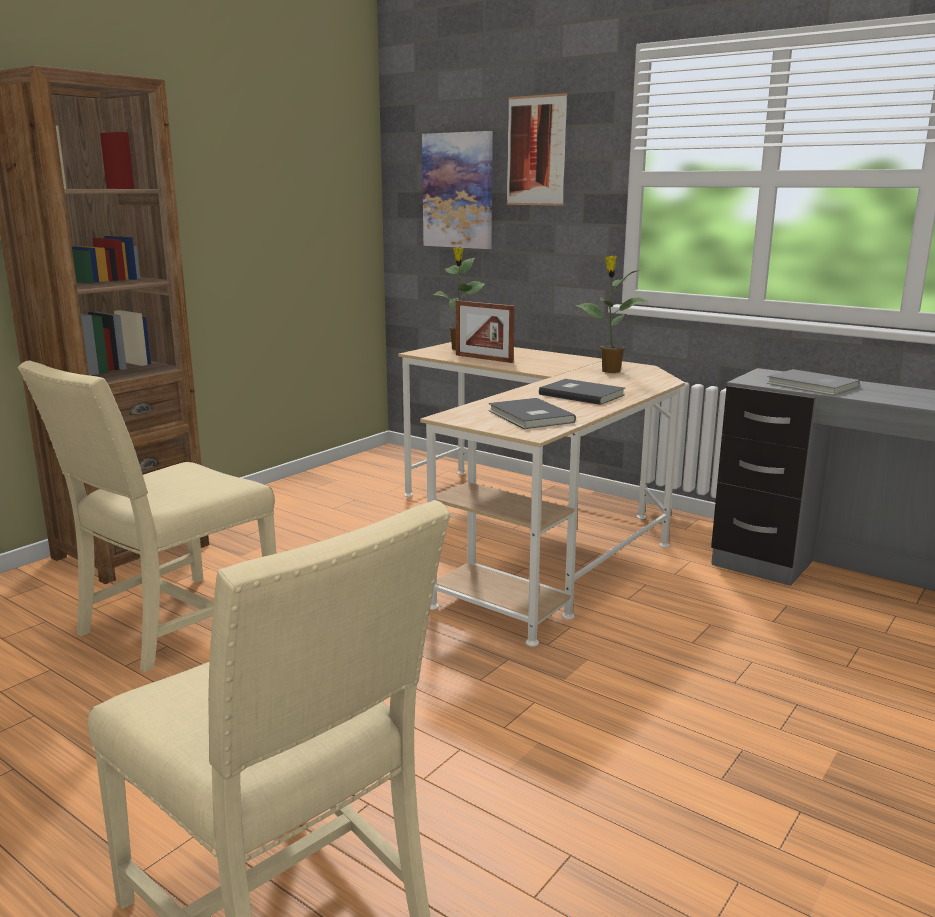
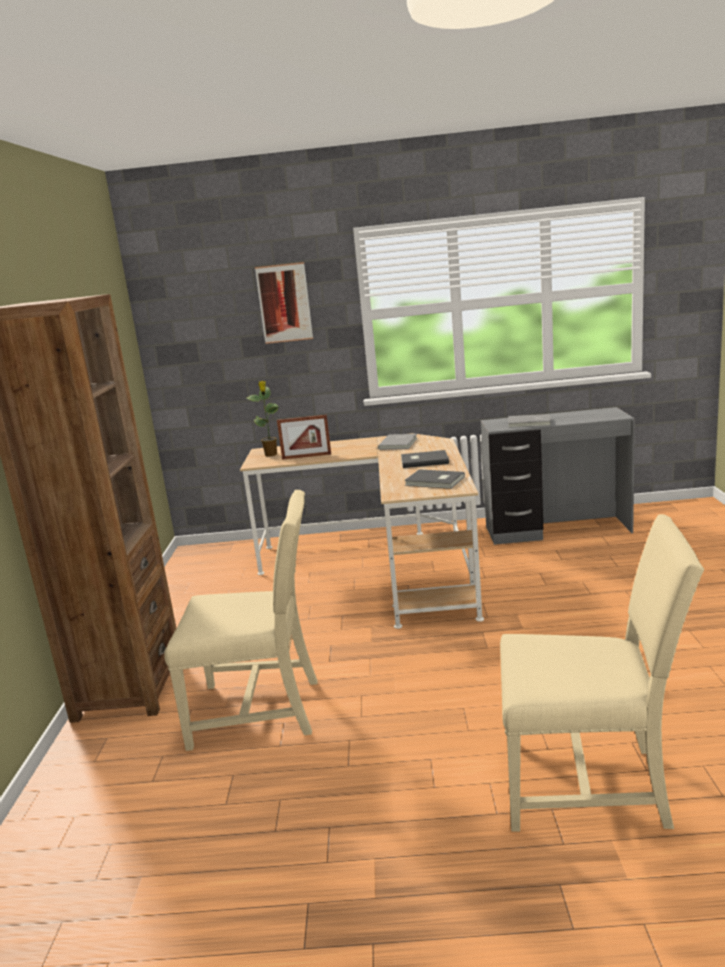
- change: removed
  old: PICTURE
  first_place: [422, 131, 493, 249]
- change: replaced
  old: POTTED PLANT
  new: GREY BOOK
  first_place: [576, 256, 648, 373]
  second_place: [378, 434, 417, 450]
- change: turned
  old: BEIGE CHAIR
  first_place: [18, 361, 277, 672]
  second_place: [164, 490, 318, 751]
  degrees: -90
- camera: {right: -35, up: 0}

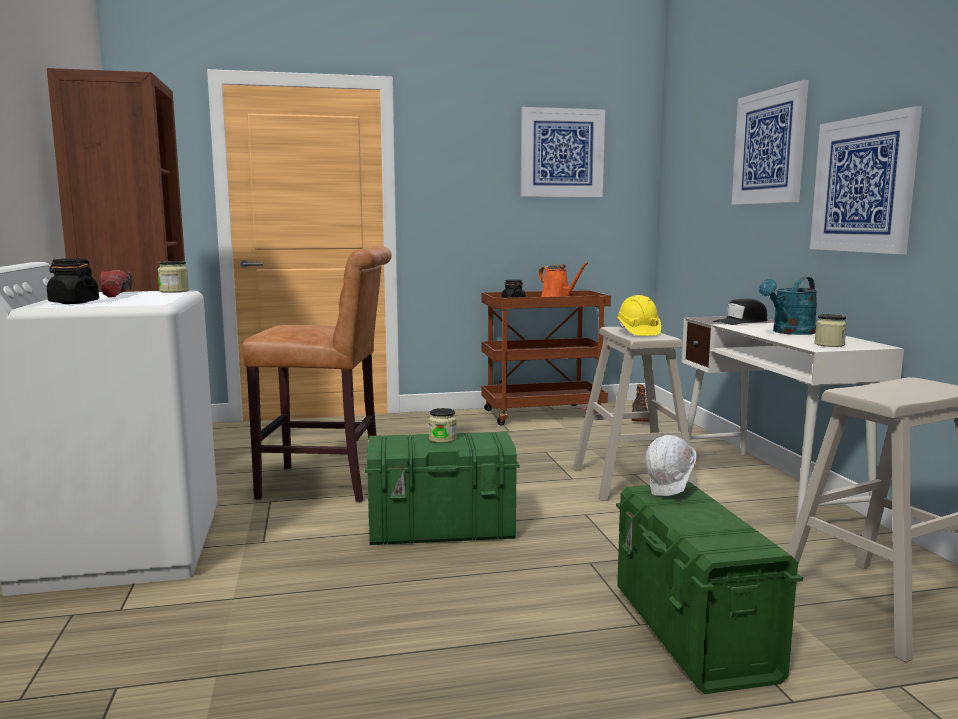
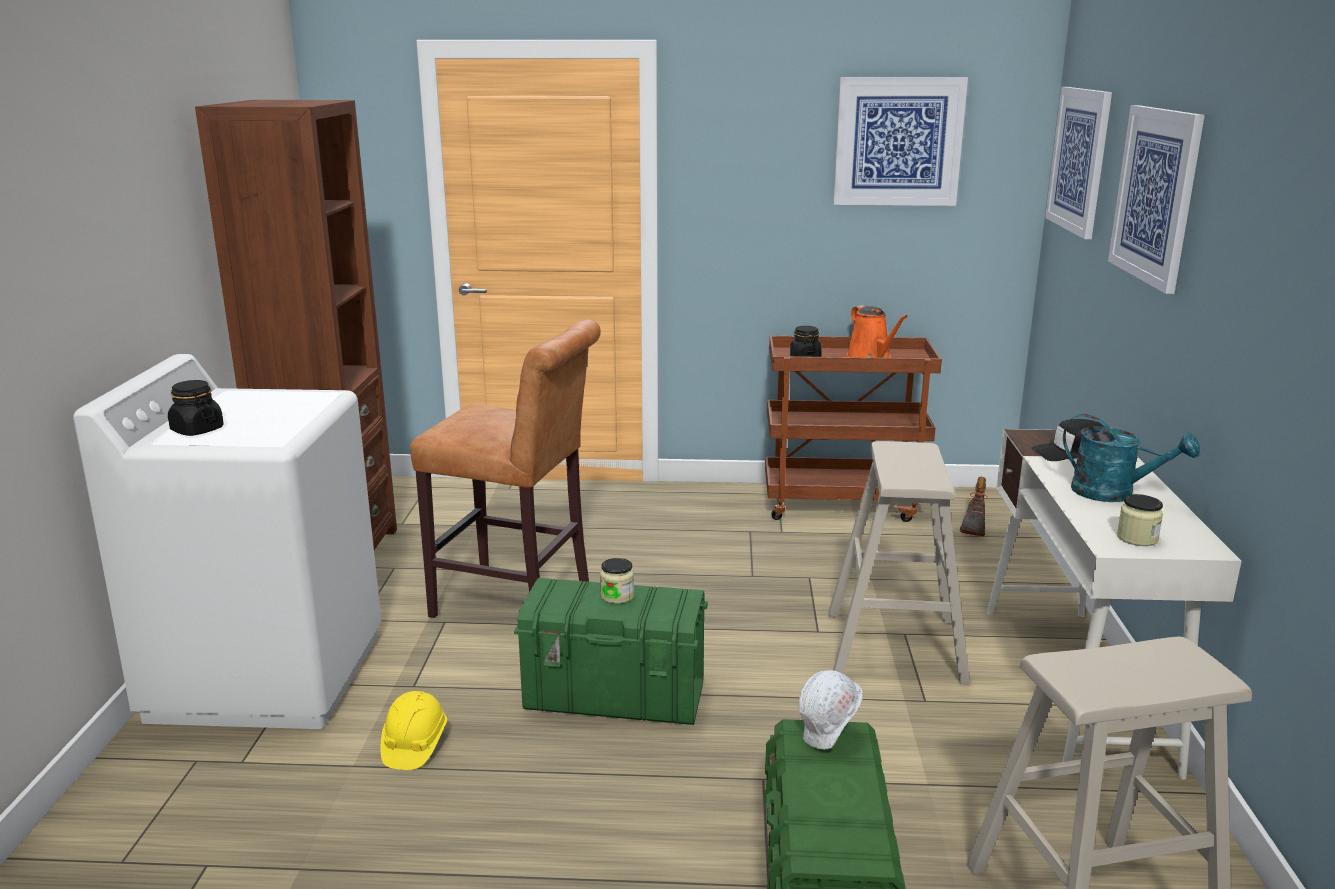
- change: removed
  old: FLASHLIGHT
  first_place: [101, 270, 132, 297]
- change: removed
  old: JAR
  first_place: [158, 261, 189, 293]
- change: moved
  old: YELLOW HARD HAT
  first_place: [616, 295, 661, 336]
  second_place: [380, 691, 447, 770]
- change: moved
  old: PICTURE
  first_place: [810, 106, 922, 254]
  second_place: [1045, 87, 1112, 239]
- change: turned
  old: TURQUOISE WATERING CAN
  first_place: [759, 277, 818, 335]
  second_place: [1063, 414, 1200, 502]
  degrees: -120
- camera: {right: 15, up: 10}

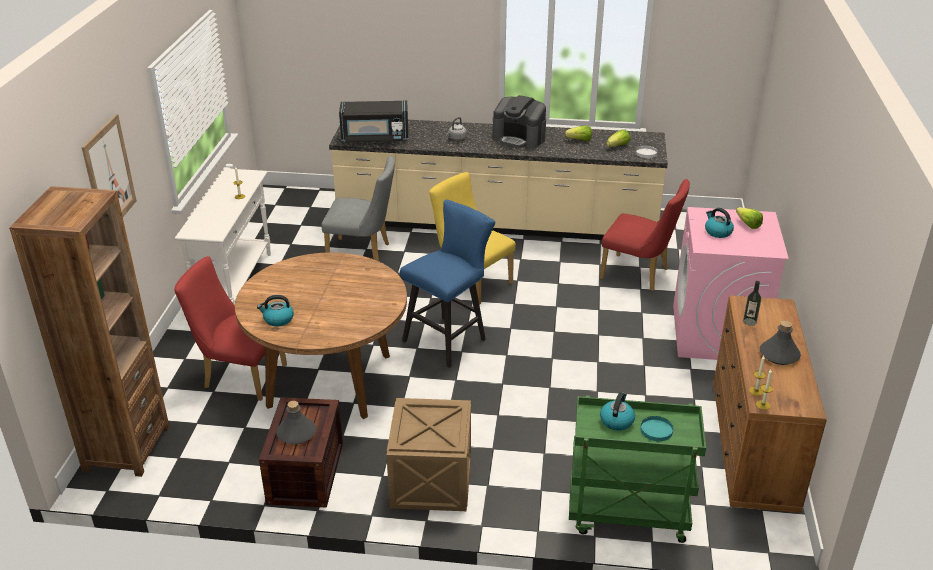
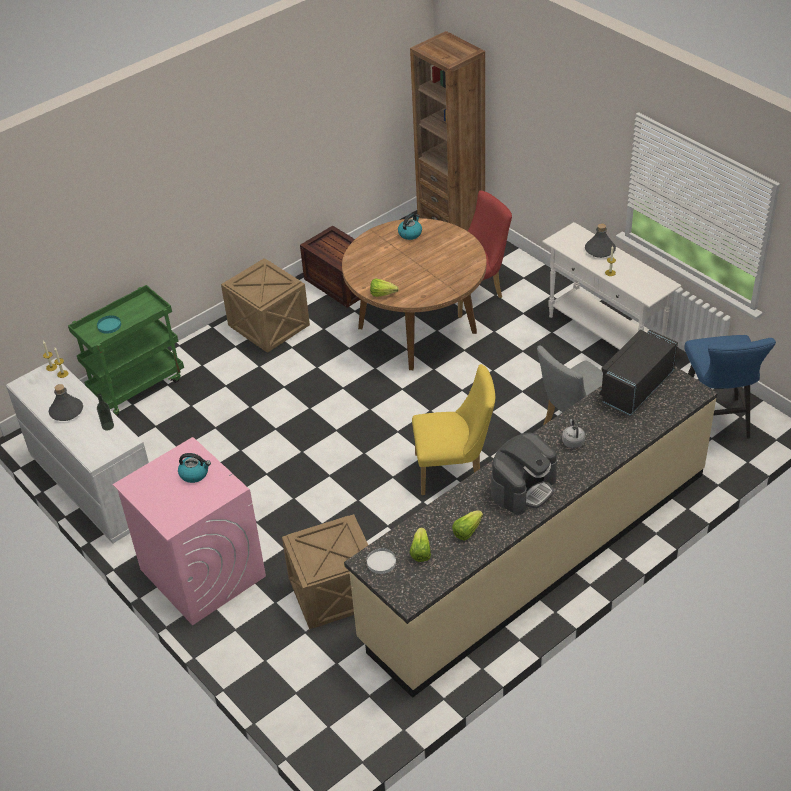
- change: removed
  old: PICTURE
  first_place: [82, 114, 137, 217]
- change: removed
  old: KETTLE
  first_place: [600, 392, 635, 430]
- change: moved
  old: GREY BOTTLE
  first_place: [276, 401, 316, 444]
  second_place: [585, 223, 616, 258]
- change: moved
  old: BLUE STOOL
  first_place: [400, 199, 495, 368]
  second_place: [684, 335, 776, 438]
- change: moved
  old: LETTUCE
  first_place: [736, 207, 763, 229]
  second_place: [370, 278, 399, 297]
- change: replaced
  old: RED CHAIR
  new: CRATE
  first_place: [600, 179, 690, 291]
  second_place: [282, 514, 368, 629]
- change: recoloured
  old: BROWN DRESSER
  new: WHITE DRESSER
  first_place: [713, 295, 827, 513]
  second_place: [6, 358, 149, 544]
- change: turned
  old: COFFEE MACHINE
  first_place: [492, 95, 546, 149]
  second_place: [491, 433, 557, 515]
  degrees: 150
- camera: {right: 135, up: 10}

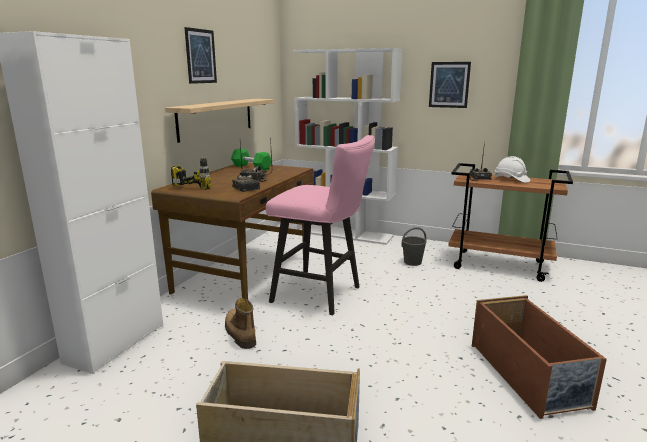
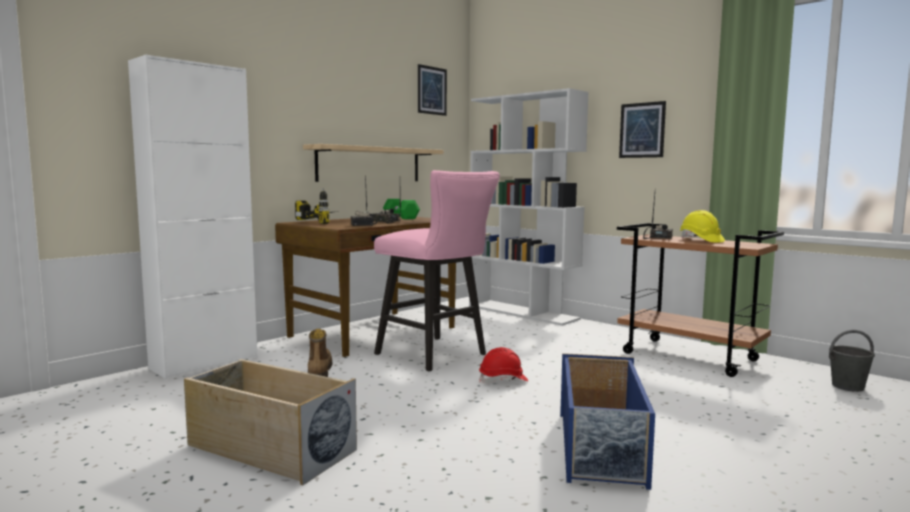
- change: added
  new: RED HARD HAT
  second_place: [479, 347, 528, 383]
- change: moved
  old: PICTURE
  first_place: [184, 27, 217, 84]
  second_place: [418, 64, 447, 116]
- change: moved
  old: GREY BUCKET
  first_place: [401, 227, 427, 266]
  second_place: [829, 330, 875, 392]
- change: recoloured
  old: BROWN STORAGE BOX
  new: BLUE STORAGE BOX
  first_place: [472, 295, 607, 419]
  second_place: [560, 353, 655, 490]
- change: recoloured
  old: WHITE HARD HAT
  new: YELLOW HARD HAT
  first_place: [495, 156, 530, 183]
  second_place: [680, 210, 725, 243]
- camera: {right: 20, up: -10}

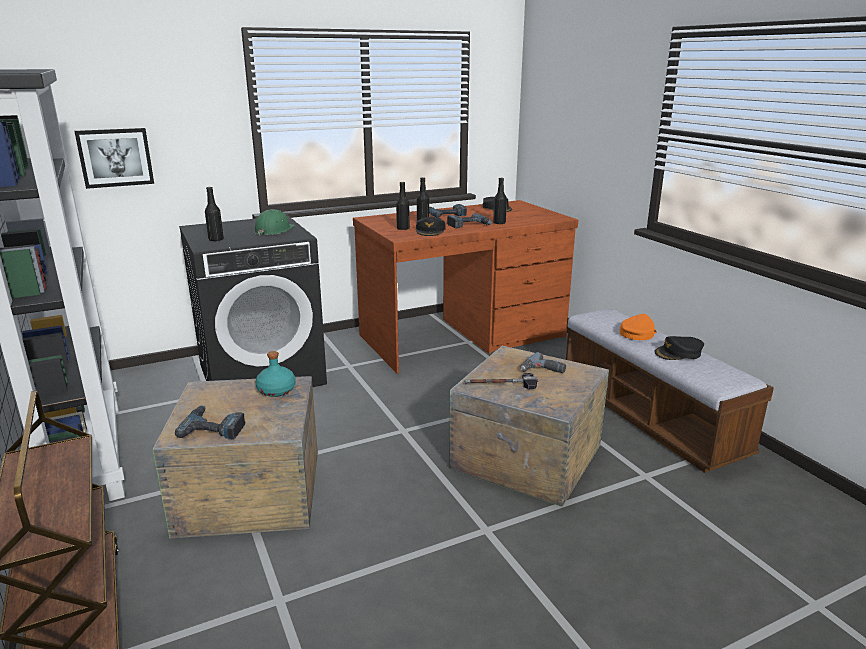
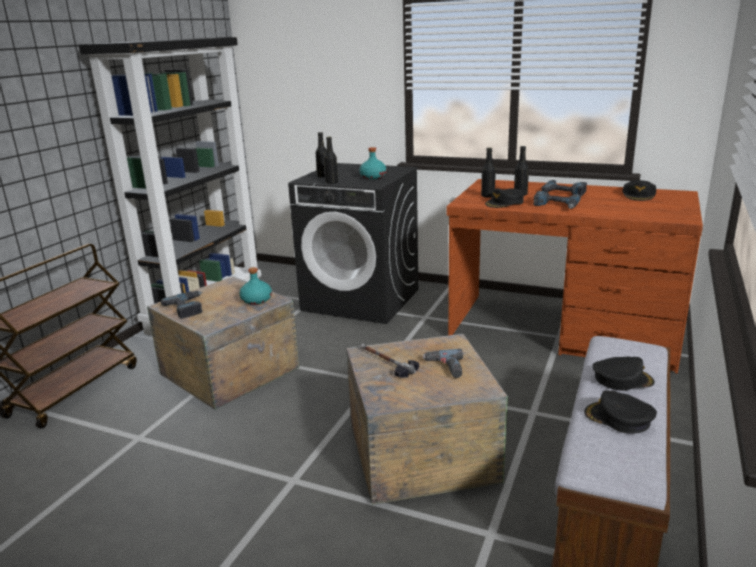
- change: removed
  old: PICTURE
  first_place: [74, 128, 154, 189]
- change: moved
  old: BLACK BOTTLE
  first_place: [493, 178, 507, 225]
  second_place: [324, 136, 338, 184]
- change: replaced
  old: GREEN HARD HAT
  new: TURQUOISE BOTTLE
  first_place: [254, 209, 295, 236]
  second_place: [359, 147, 387, 179]
- change: recoloured
  old: ORANGE CAP
  new: BLACK CAP
  first_place: [619, 314, 657, 340]
  second_place: [592, 357, 655, 391]
- camera: {right: 50, up: 0}

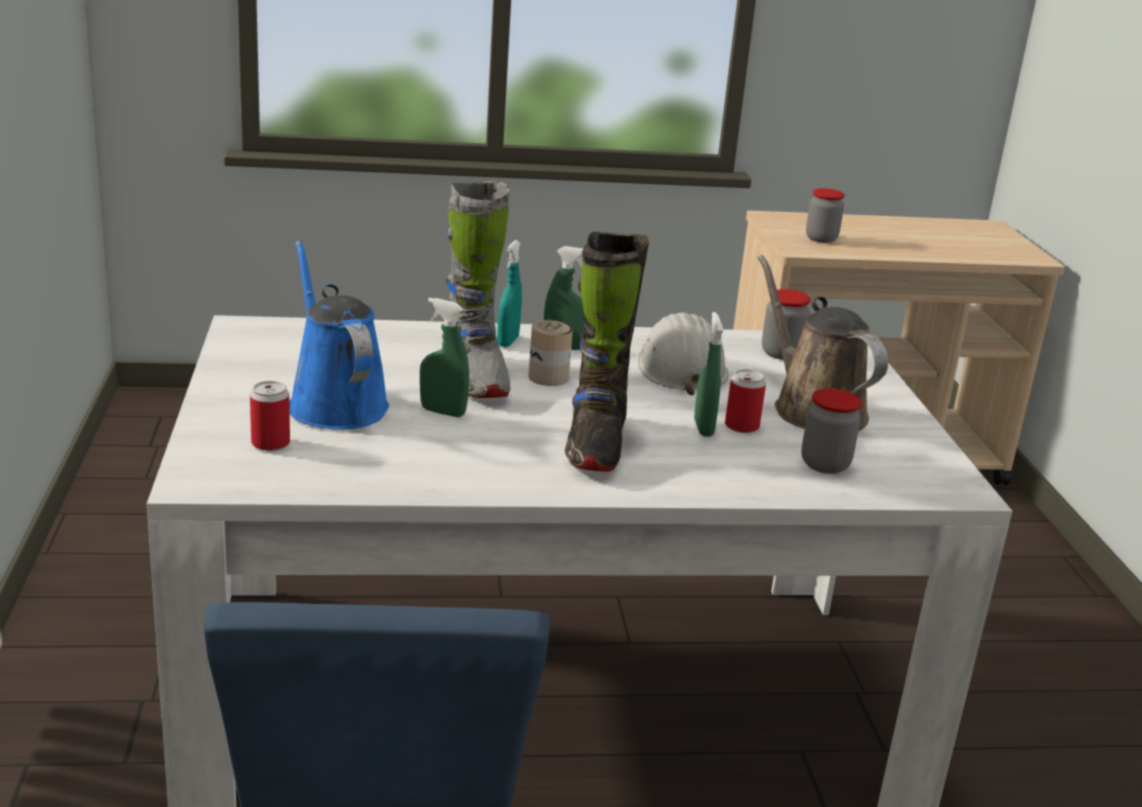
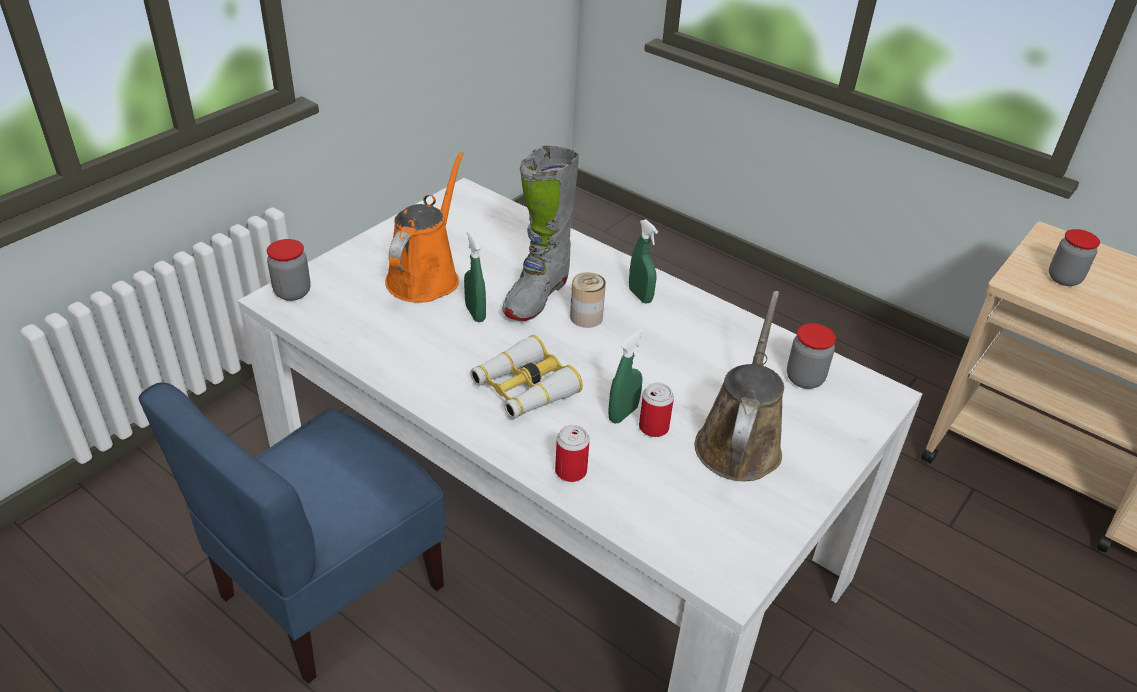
- change: removed
  old: TURQUOISE SPRAY BOTTLE
  first_place: [497, 240, 522, 347]
- change: removed
  old: WHITE HARD HAT
  first_place: [638, 312, 729, 395]
- change: moved
  old: CAN
  first_place: [250, 381, 290, 451]
  second_place: [555, 425, 590, 482]
- change: moved
  old: JAR
  first_place: [801, 388, 862, 474]
  second_place: [267, 239, 311, 301]
- change: replaced
  old: BLACK BOOT
  new: BINOCULARS
  first_place: [565, 232, 649, 472]
  second_place: [470, 335, 583, 419]
- change: recoloured
  old: BLUE WATERING CAN
  new: ORANGE WATERING CAN
  first_place: [289, 241, 389, 430]
  second_place: [385, 152, 464, 303]
- camera: {right: 45, up: 15}

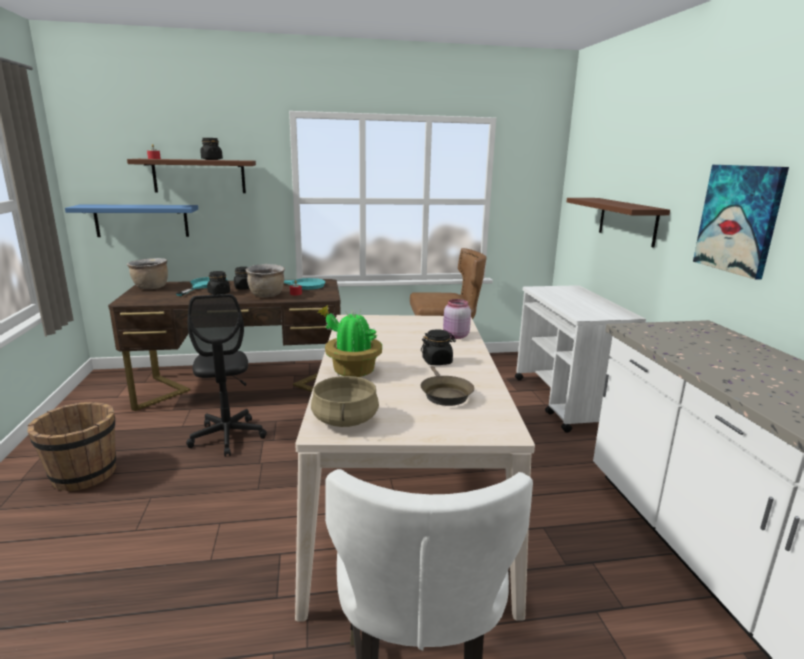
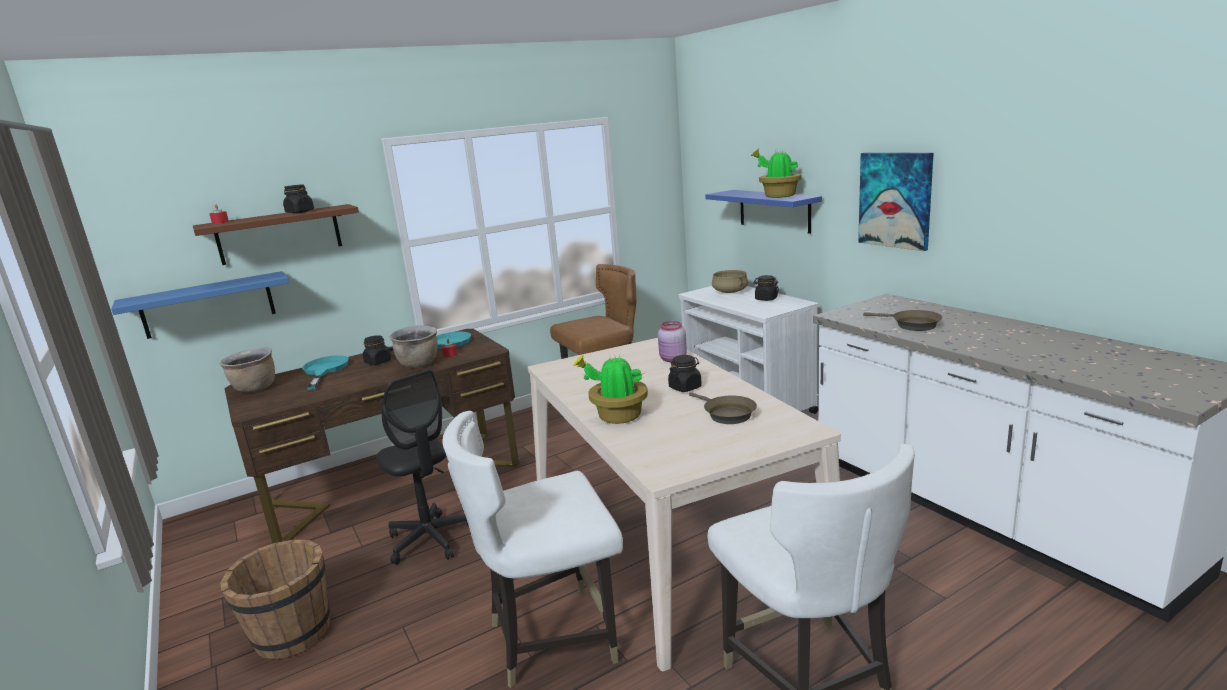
- change: added
  new: WHITE CHAIR
  second_place: [442, 411, 623, 688]
- change: added
  new: POTTED PLANT
  second_place: [751, 149, 802, 198]
- change: added
  new: BROWN FRYING PAN
  second_place: [863, 310, 943, 331]
- change: moved
  old: BLACK JAR
  first_place: [207, 271, 230, 295]
  second_place: [753, 275, 779, 301]
- change: moved
  old: BEIGE COOKING POT
  first_place: [311, 376, 379, 427]
  second_place: [712, 270, 748, 293]
- change: recoloured
  old: BROWN SHELF
  new: BLUE SHELF
  first_place: [566, 198, 670, 248]
  second_place: [705, 190, 822, 234]
- camera: {right: -20, up: 0}

